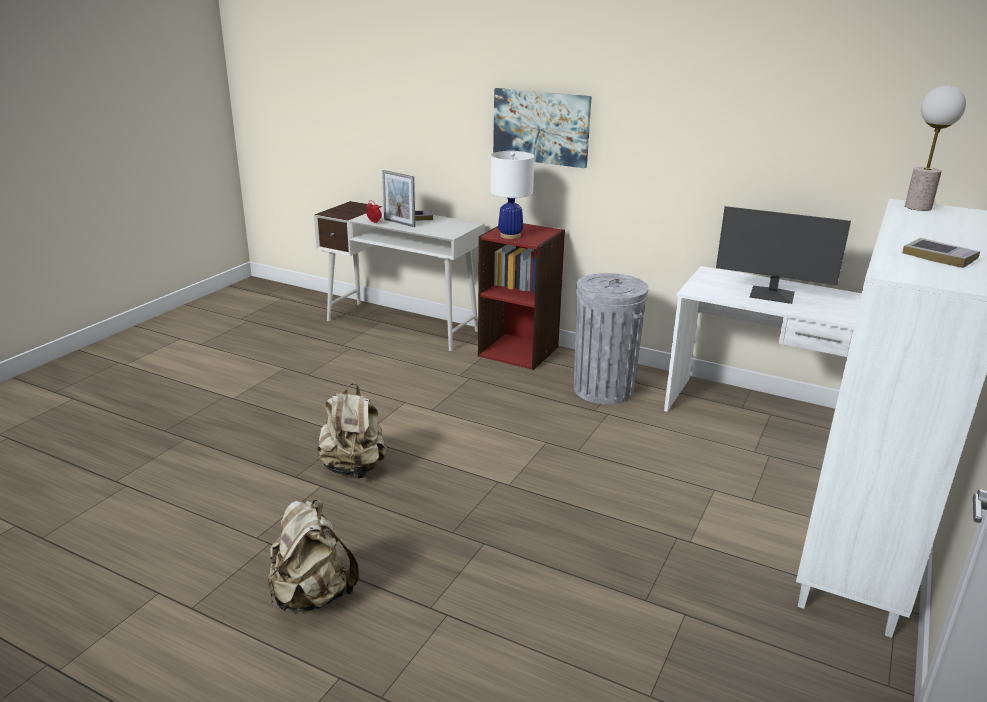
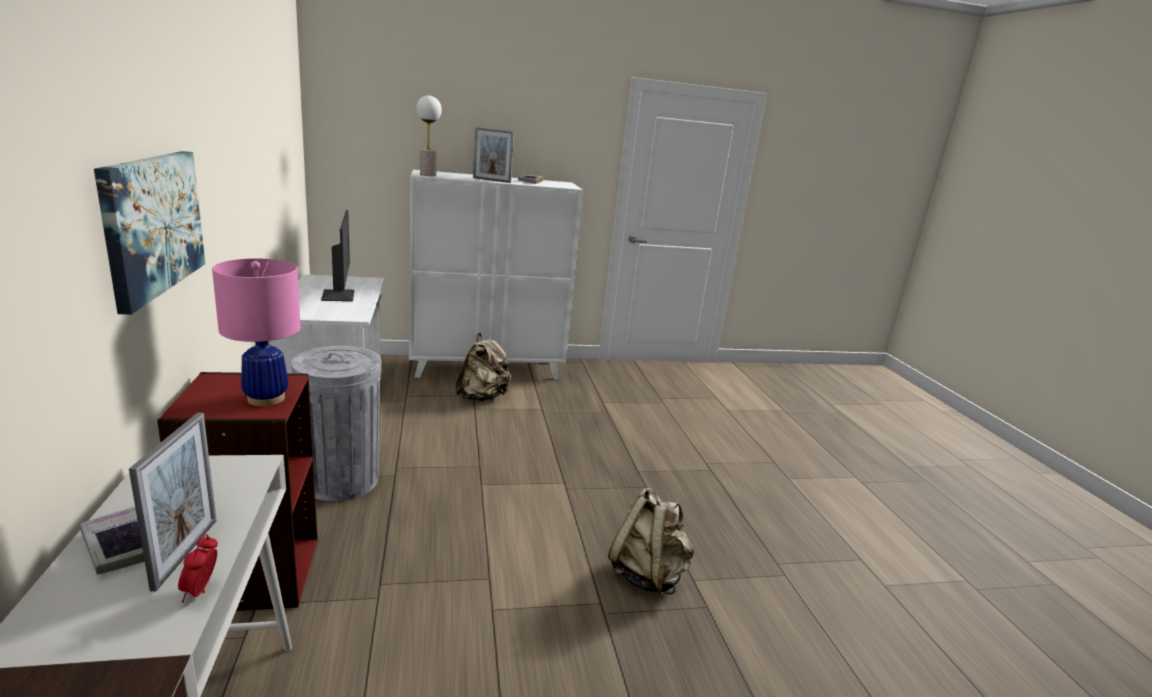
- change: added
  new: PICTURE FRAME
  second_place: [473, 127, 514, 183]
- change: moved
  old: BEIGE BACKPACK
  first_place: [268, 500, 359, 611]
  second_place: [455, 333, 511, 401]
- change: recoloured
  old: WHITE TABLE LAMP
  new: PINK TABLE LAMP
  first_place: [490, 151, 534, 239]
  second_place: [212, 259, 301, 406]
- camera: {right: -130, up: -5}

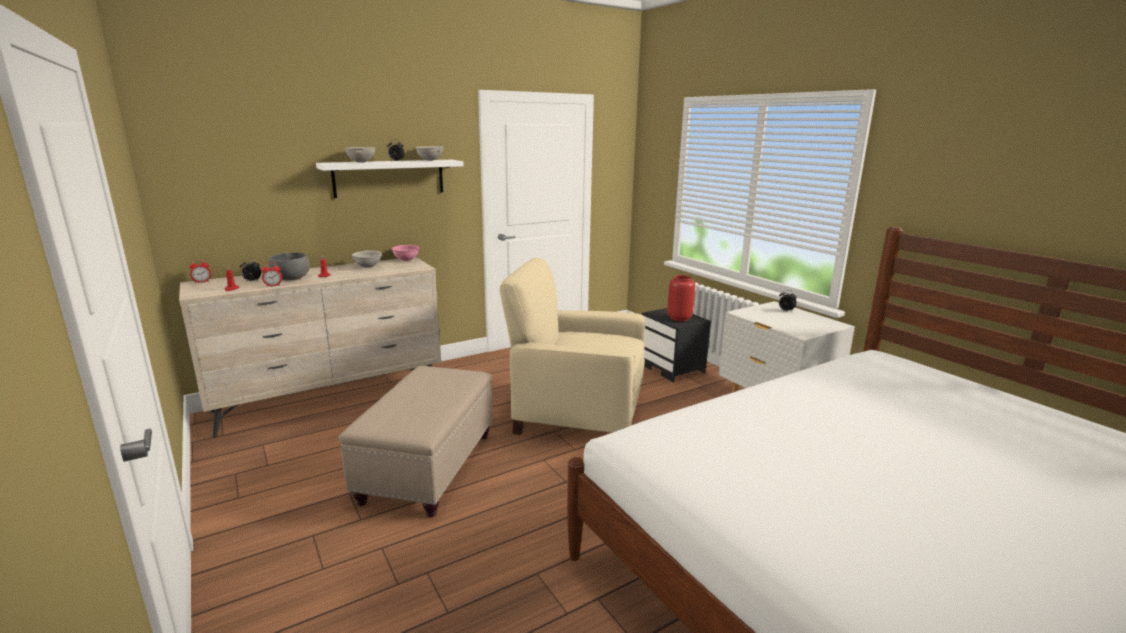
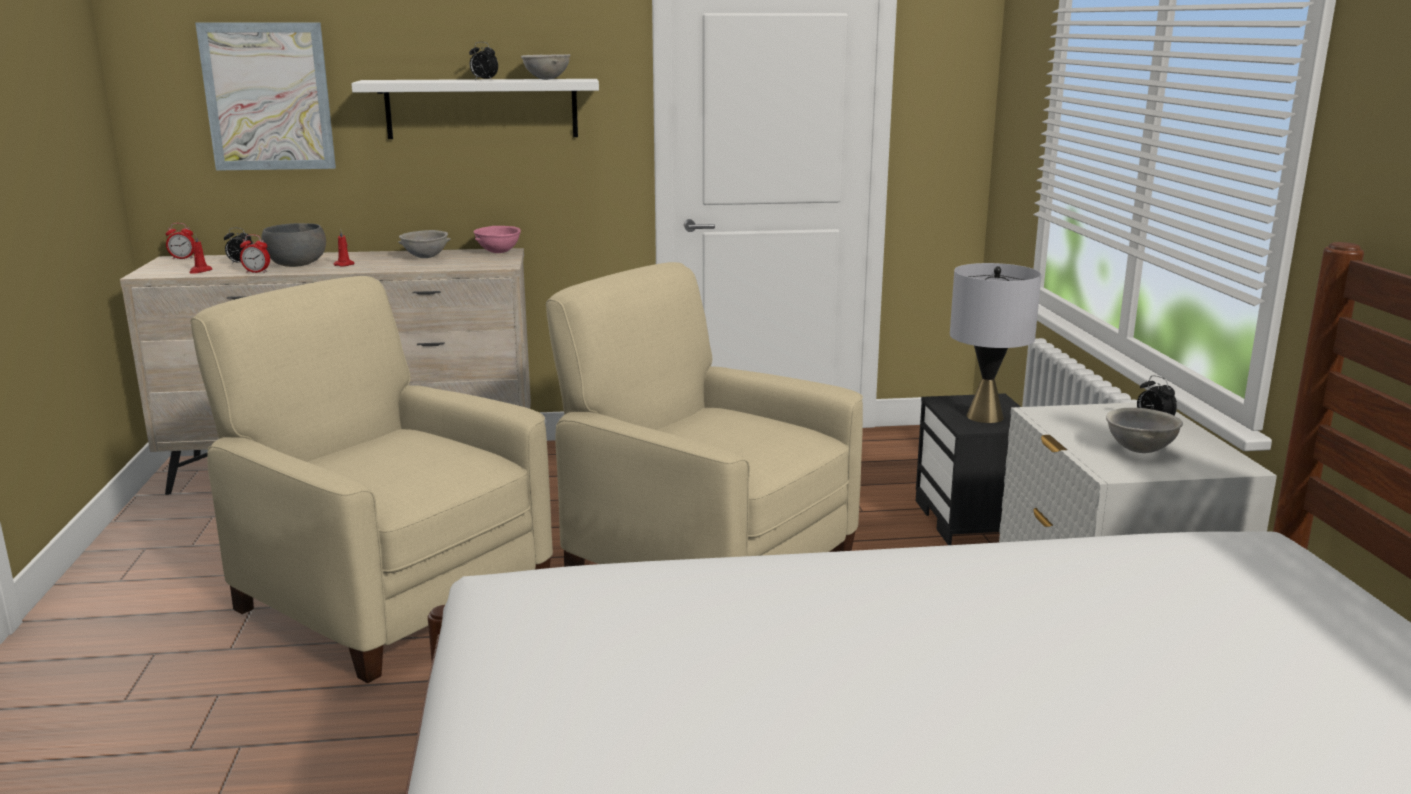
- change: added
  new: PICTURE
  second_place: [195, 23, 336, 171]
- change: moved
  old: GREY BOWL
  first_place: [344, 147, 375, 163]
  second_place: [1106, 408, 1183, 453]
- change: replaced
  old: BEIGE OTTOMAN
  new: BEIGE ARMCHAIR
  first_place: [338, 366, 493, 517]
  second_place: [190, 276, 553, 683]
- change: replaced
  old: RED VASE
  new: GREY TABLE LAMP
  first_place: [667, 275, 695, 321]
  second_place: [950, 263, 1041, 423]
- camera: {right: 25, up: 0}

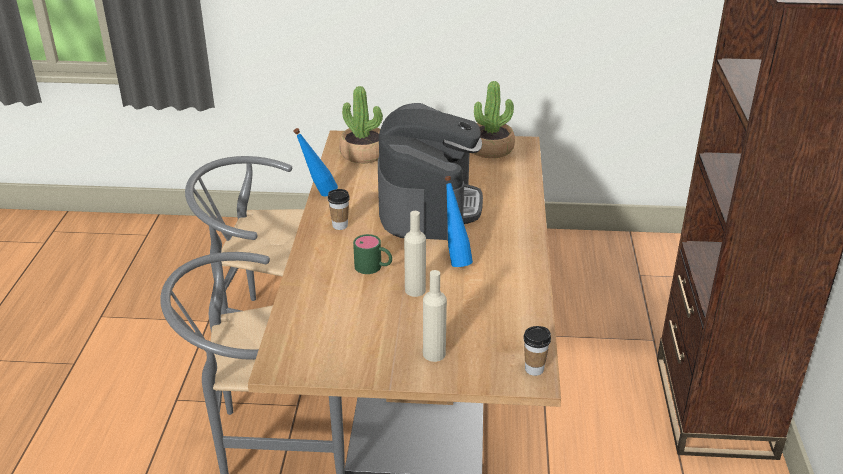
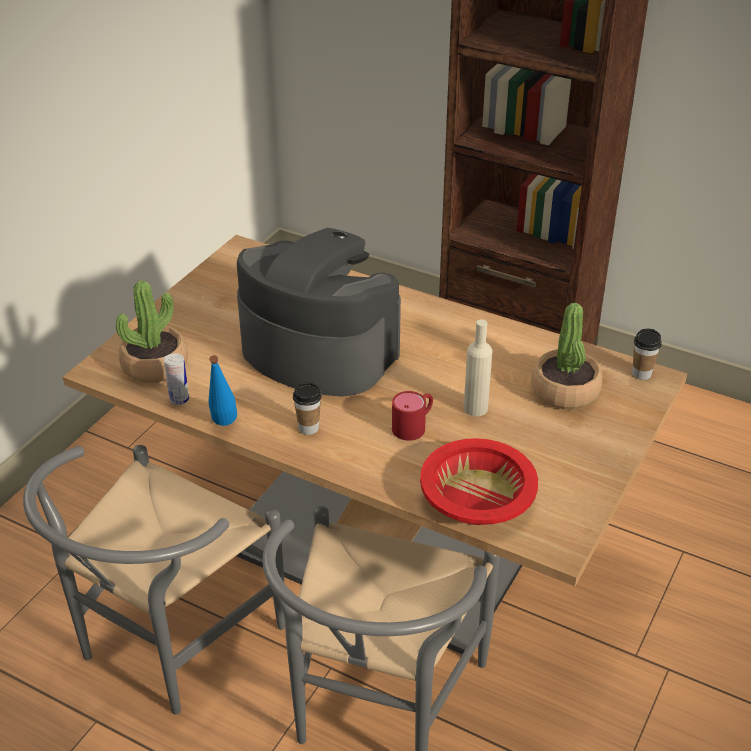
- change: removed
  old: BEIGE BOTTLE
  first_place: [423, 270, 447, 362]
- change: removed
  old: BLUE BOTTLE
  first_place: [444, 176, 473, 267]
- change: added
  new: CAN
  second_place: [164, 353, 189, 405]
- change: added
  new: RED BOWL
  second_place: [420, 438, 538, 525]
- change: moved
  old: POTTED PLANT
  first_place: [473, 81, 515, 158]
  second_place: [531, 303, 602, 410]
- change: recoloured
  old: GREEN MUG
  new: RED MUG
  first_place: [353, 234, 392, 274]
  second_place: [392, 391, 433, 441]
- camera: {right: -65, up: 5}

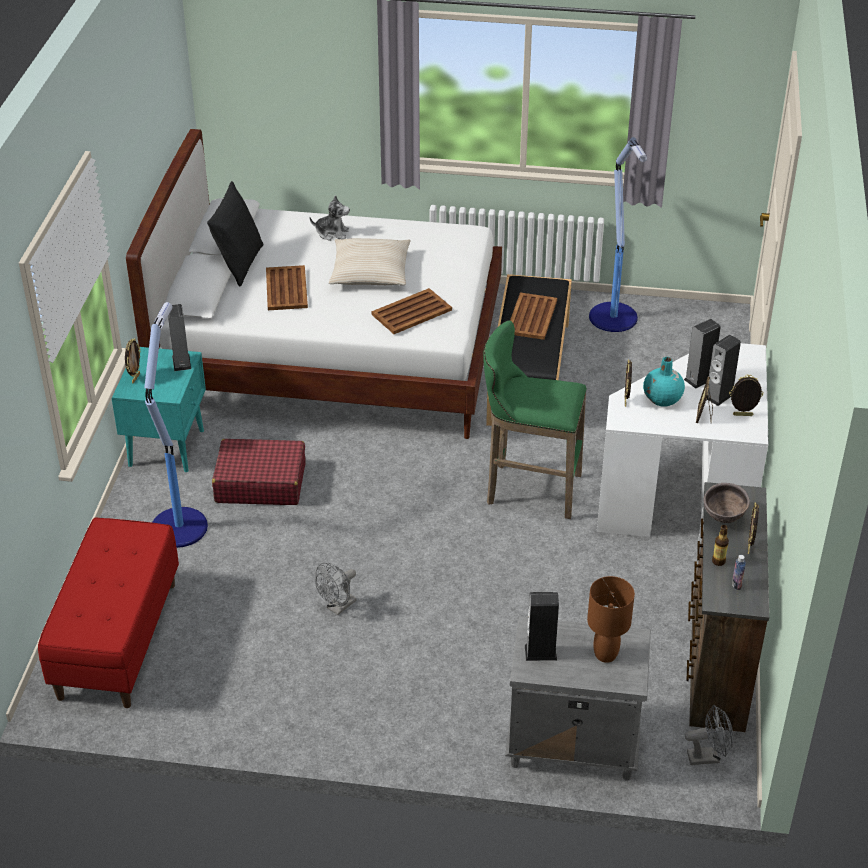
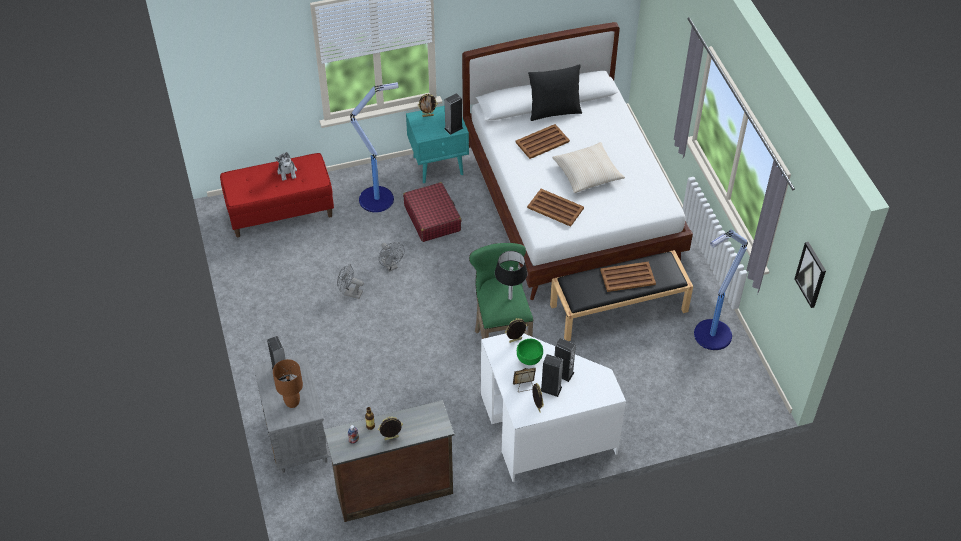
- change: removed
  old: BROWN BOWL
  first_place: [703, 483, 750, 523]
- change: added
  new: BLACK TABLE LAMP
  second_place: [495, 251, 528, 300]
- change: added
  new: PICTURE
  second_place: [794, 242, 826, 308]
- change: moved
  old: PLUSH TOY
  first_place: [309, 195, 350, 241]
  second_place: [275, 152, 297, 181]
- change: moved
  old: GREY FAN
  first_place: [685, 705, 733, 765]
  second_place: [379, 242, 405, 272]
- change: replaced
  old: TURQUOISE VASE
  new: GREEN BOWL
  first_place: [643, 357, 685, 407]
  second_place: [517, 339, 543, 365]
- camera: {right: 65, up: 10}

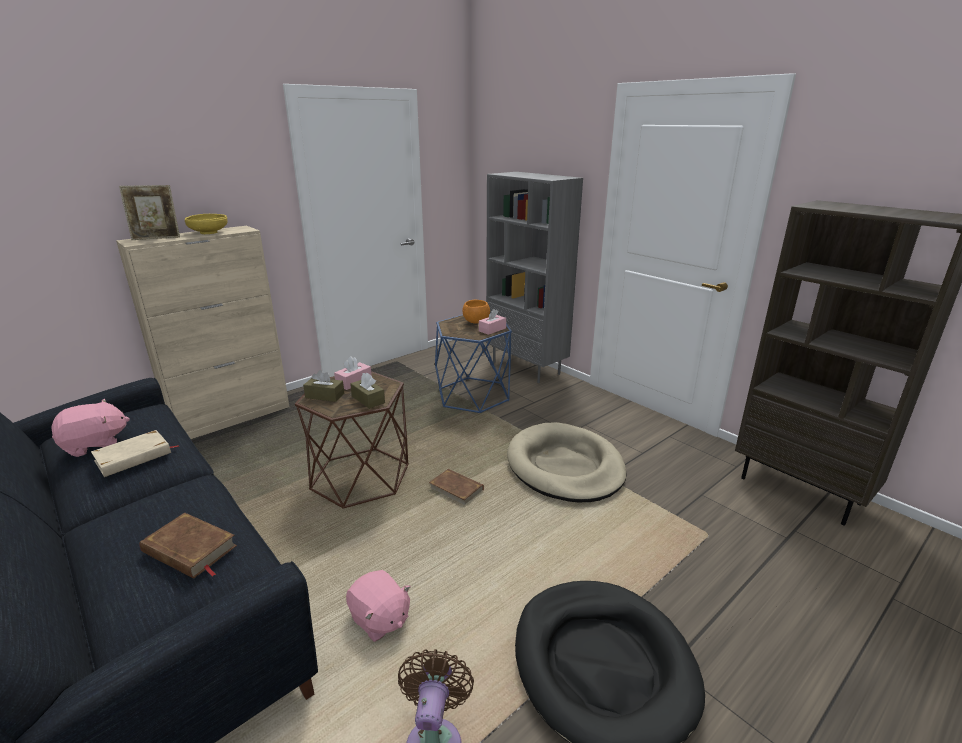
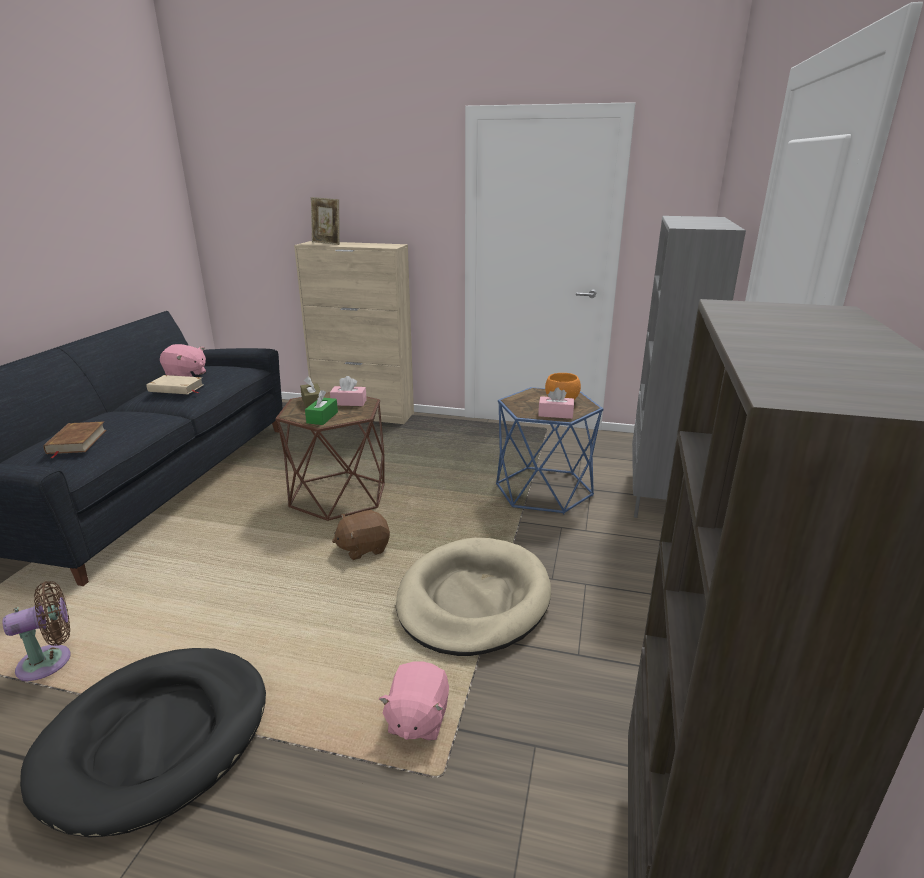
- change: removed
  old: YELLOW BOWL
  first_place: [185, 214, 227, 234]
- change: moved
  old: PINK PLUSH TOY
  first_place: [346, 570, 411, 642]
  second_place: [379, 661, 449, 740]
- change: replaced
  old: BROWN BOOK
  new: BROWN PLUSH TOY
  first_place: [429, 469, 484, 505]
  second_place: [332, 510, 390, 560]
- change: recoloured
  old: BROWN TISSUE BOX
  new: GREEN TISSUE BOX
  first_place: [350, 372, 385, 409]
  second_place: [305, 390, 338, 425]
- camera: {right: 55, up: 0}

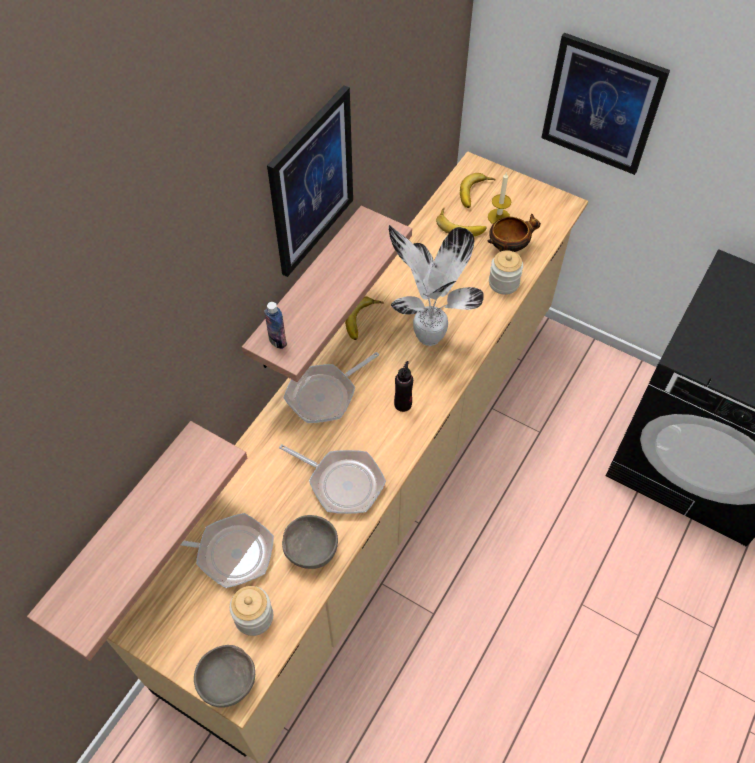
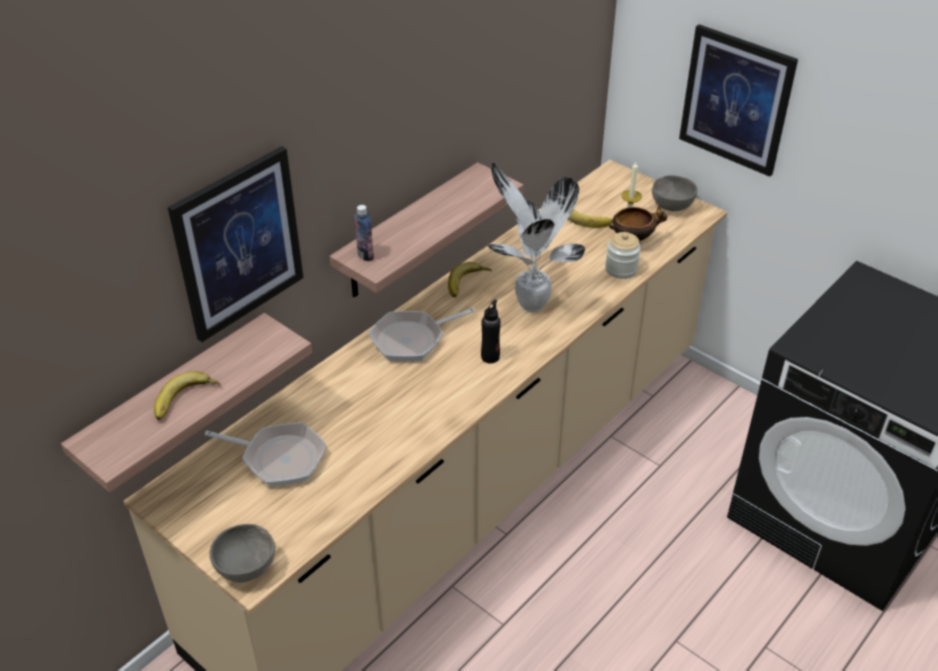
- change: removed
  old: JAR
  first_place: [230, 586, 273, 636]
- change: removed
  old: FRYING PAN
  first_place: [279, 444, 386, 514]
- change: moved
  old: PICTURE
  first_place: [267, 86, 353, 277]
  second_place: [168, 146, 303, 342]
- change: moved
  old: GREY BOWL
  first_place: [282, 515, 338, 569]
  second_place: [652, 175, 698, 211]
- change: moved
  old: BANANA
  first_place: [460, 173, 496, 208]
  second_place: [154, 371, 221, 420]
- camera: {right: 10, up: -15}

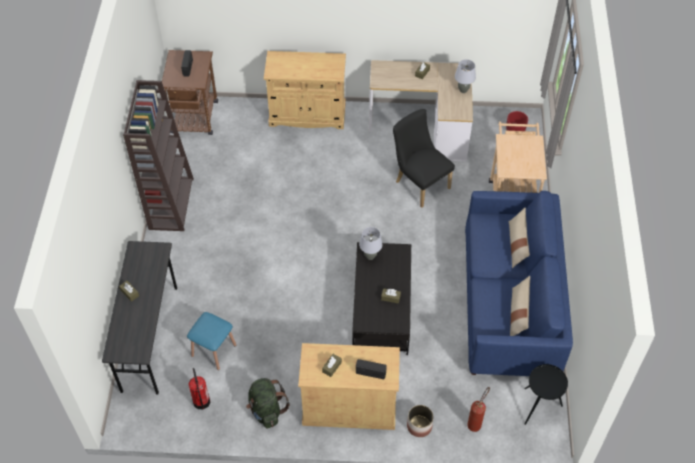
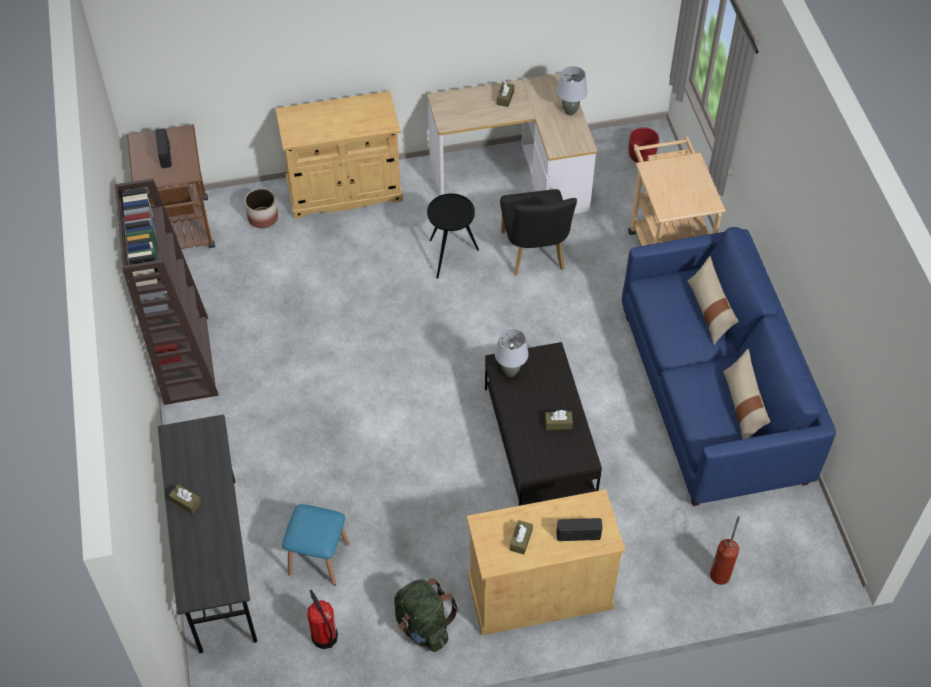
- change: moved
  old: PLANTER
  first_place: [407, 405, 434, 437]
  second_place: [245, 189, 278, 228]
- change: moved
  old: BLACK SIDE TABLE
  first_place: [524, 364, 568, 425]
  second_place: [427, 193, 479, 279]
- change: turned
  old: BLACK CHAIR
  first_place: [393, 109, 455, 208]
  second_place: [500, 189, 577, 276]
  degrees: -135
- camera: {right: -15, up: 0}

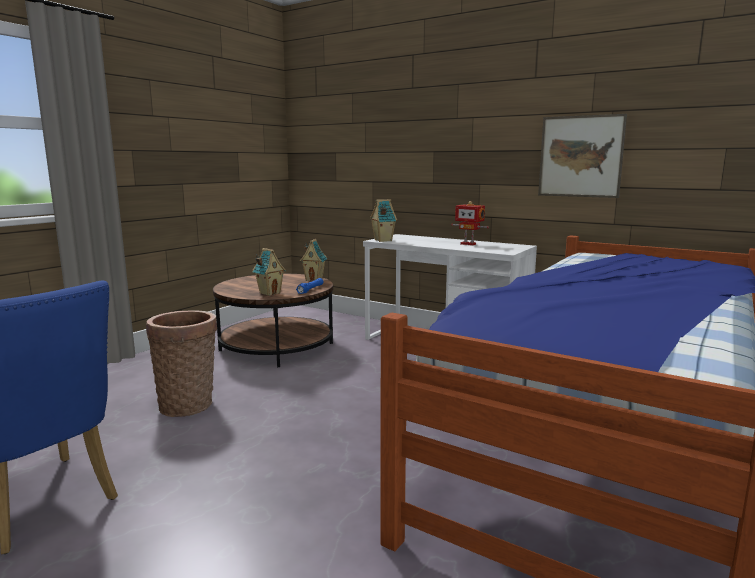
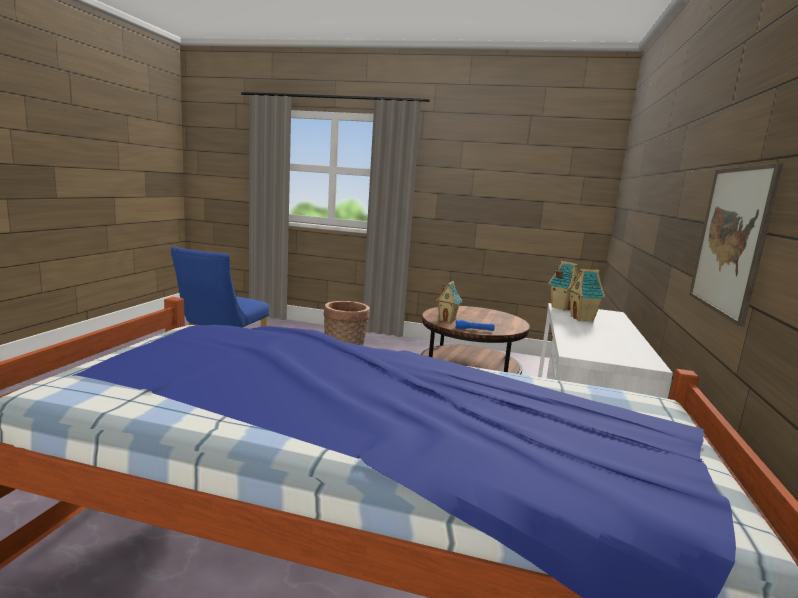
- change: removed
  old: TOY ROBOT
  first_place: [451, 201, 489, 246]
- change: moved
  old: TOY HOUSE
  first_place: [300, 239, 327, 281]
  second_place: [568, 269, 605, 321]
- camera: {right: 70, up: 0}

